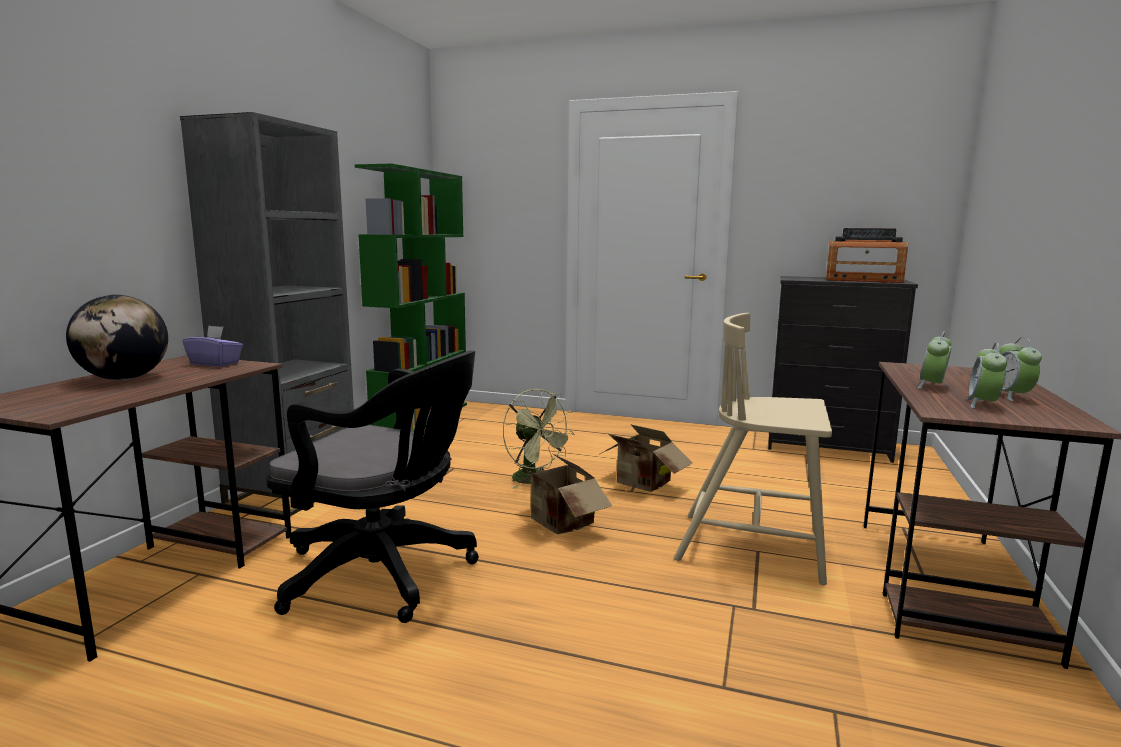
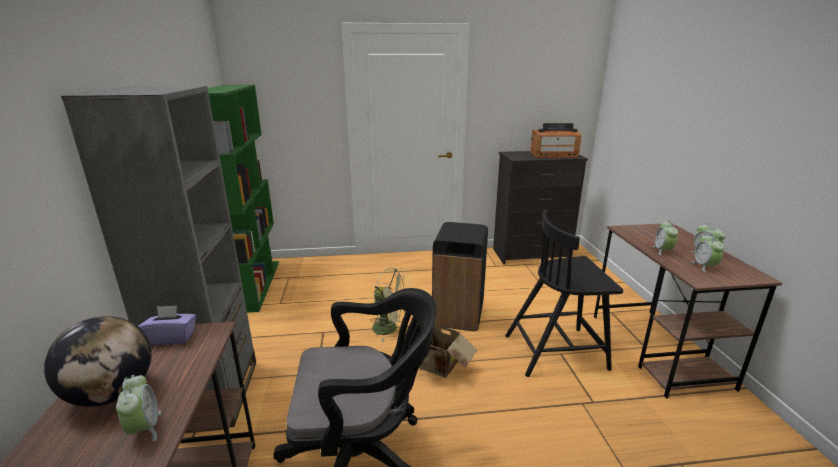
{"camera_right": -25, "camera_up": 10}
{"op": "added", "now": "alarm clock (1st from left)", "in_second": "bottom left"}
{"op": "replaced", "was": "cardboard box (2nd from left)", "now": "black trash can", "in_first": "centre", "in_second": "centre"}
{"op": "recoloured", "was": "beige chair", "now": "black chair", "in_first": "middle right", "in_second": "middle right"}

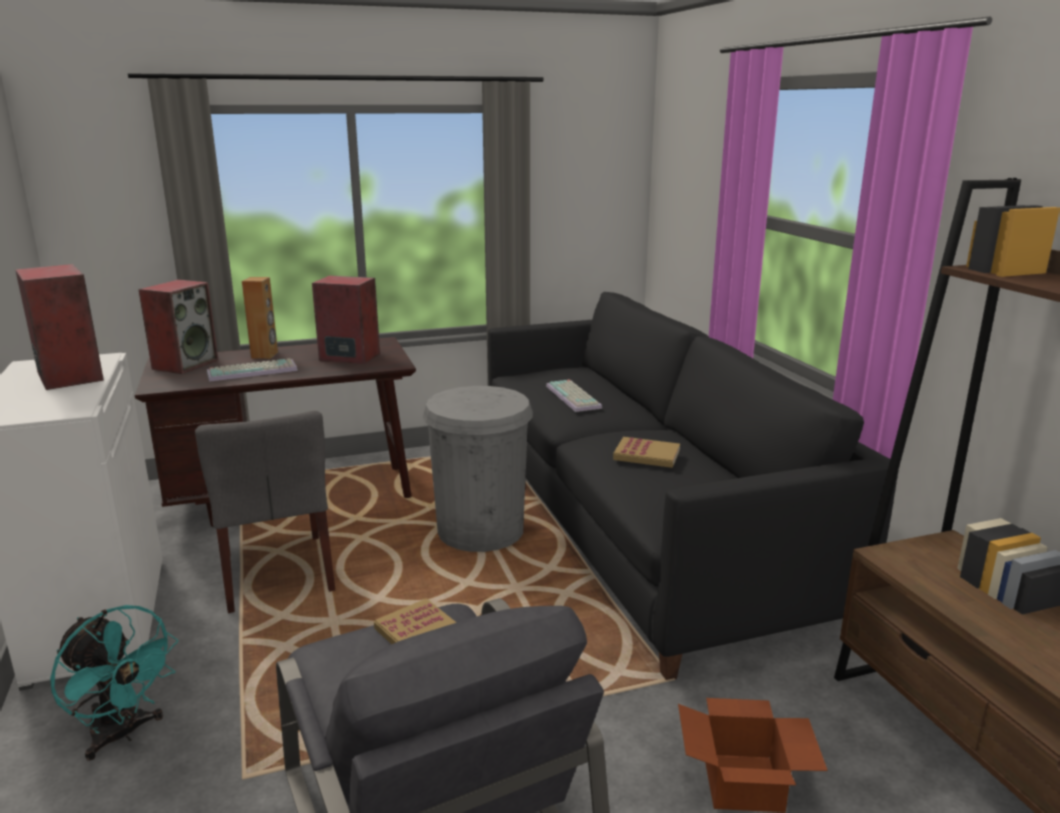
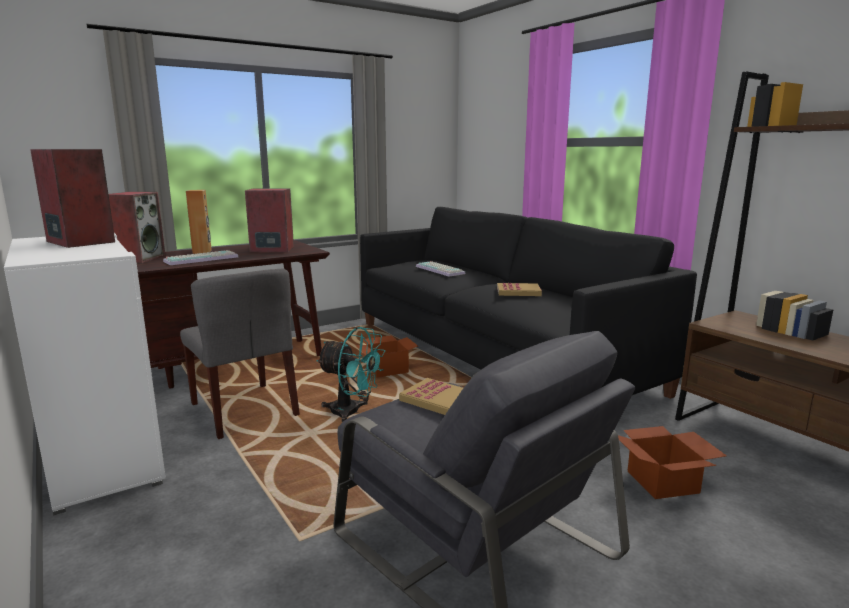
{"camera_right": -15, "camera_up": -5}
{"op": "moved", "was": "turquoise fan", "in_first": "bottom left", "in_second": "centre"}
{"op": "replaced", "was": "grey trash can", "now": "cardboard box (1st from left)", "in_first": "centre", "in_second": "centre"}

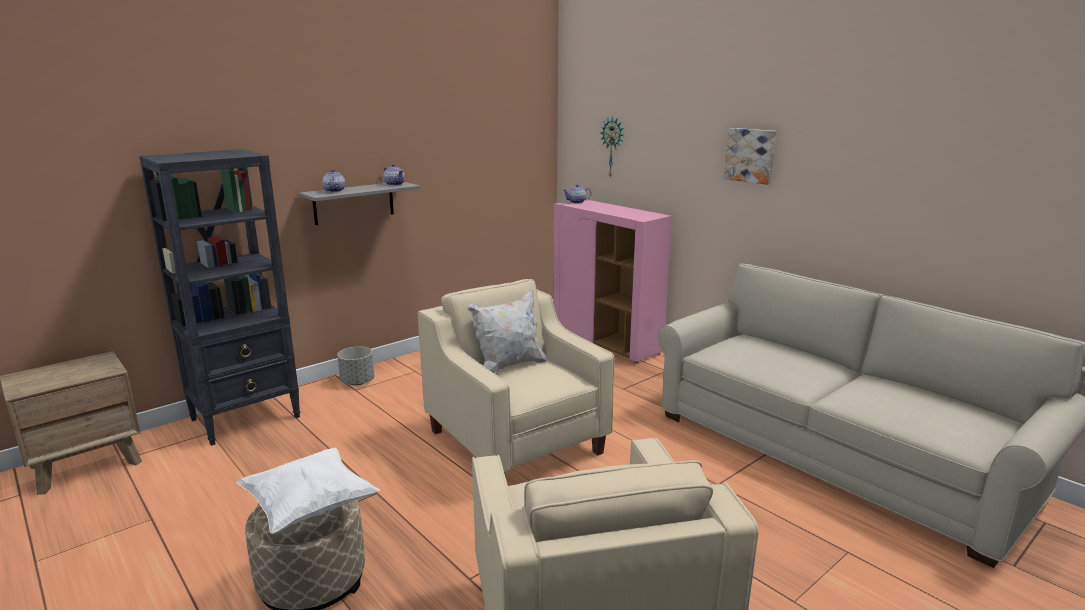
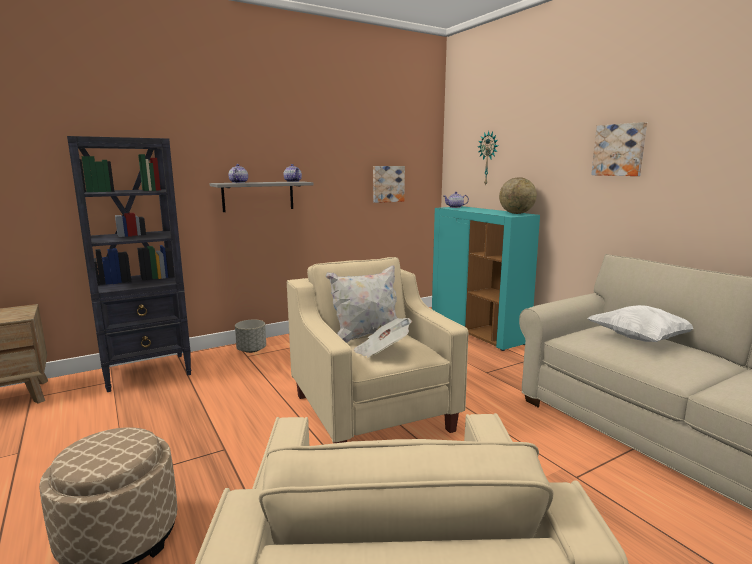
{"camera_right": 10, "camera_up": -5}
{"op": "added", "now": "newspaper", "in_second": "centre"}
{"op": "added", "now": "picture (1st from left)", "in_second": "top centre"}
{"op": "added", "now": "globe", "in_second": "middle right"}
{"op": "moved", "was": "white pillow (1st from left in the first image)", "now": "white pillow (2nd from left)", "in_first": "bottom left", "in_second": "middle right"}
{"op": "recoloured", "was": "pink cabinet", "now": "turquoise cabinet", "in_first": "centre", "in_second": "centre"}

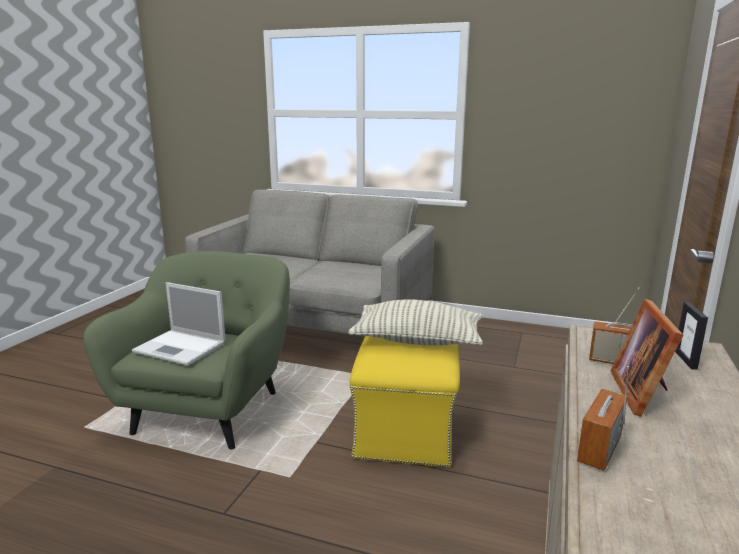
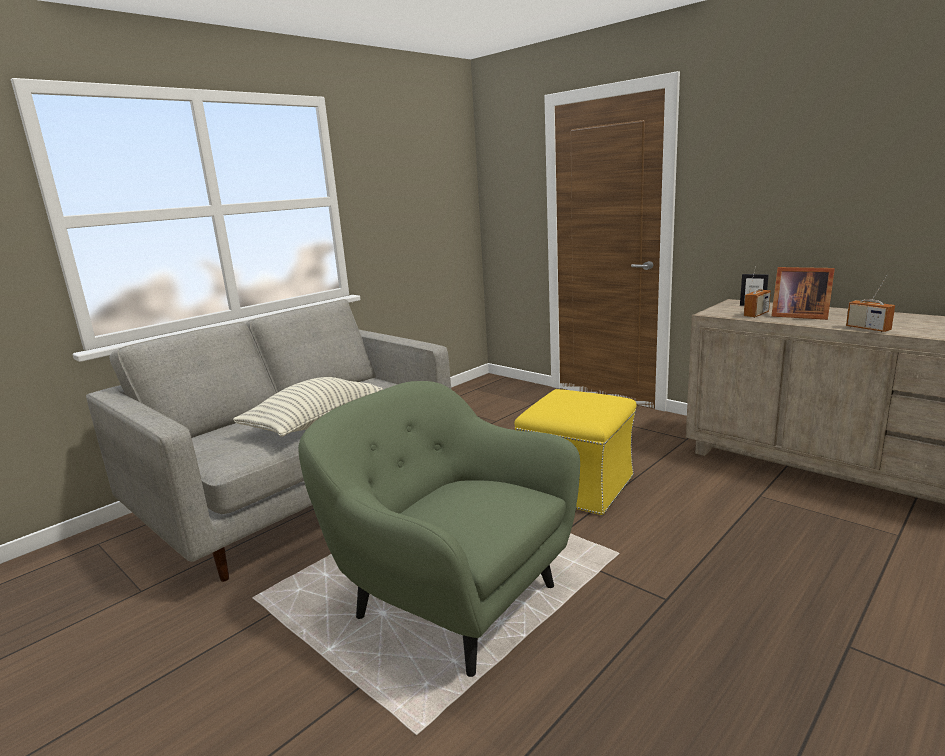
{"camera_right": -65, "camera_up": 0}
{"op": "removed", "was": "laptop", "in_first": "middle left"}
{"op": "moved", "was": "pillow", "in_first": "centre", "in_second": "middle left"}

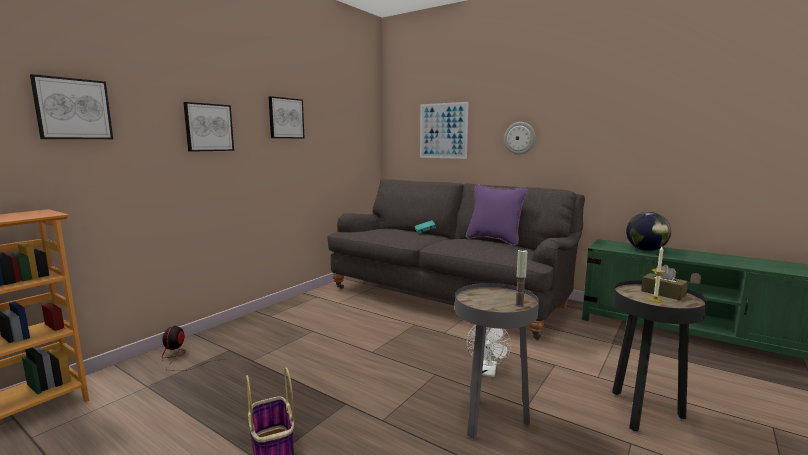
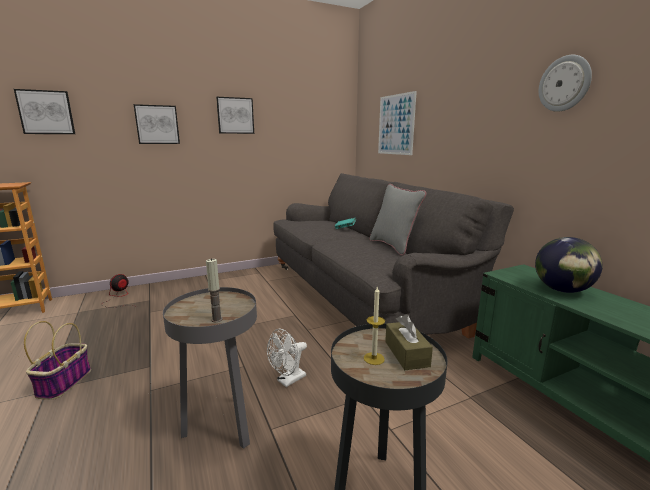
{"camera_right": 30, "camera_up": 5}
{"op": "moved", "was": "wall clock", "in_first": "top centre", "in_second": "top right"}
{"op": "recoloured", "was": "purple pillow", "now": "grey pillow", "in_first": "centre", "in_second": "centre"}

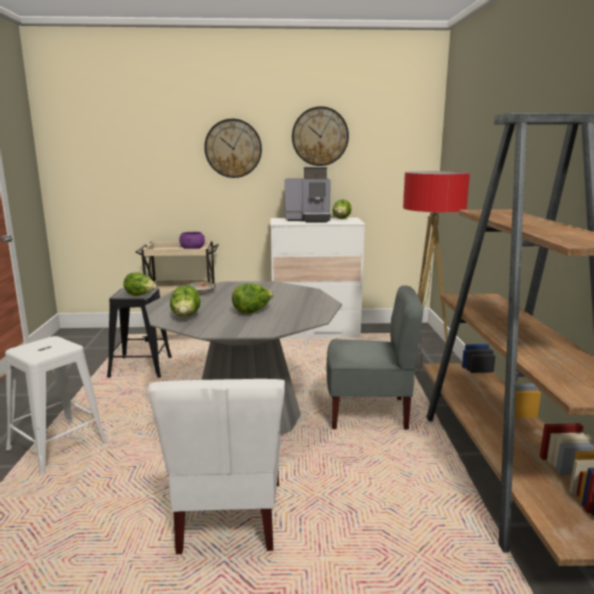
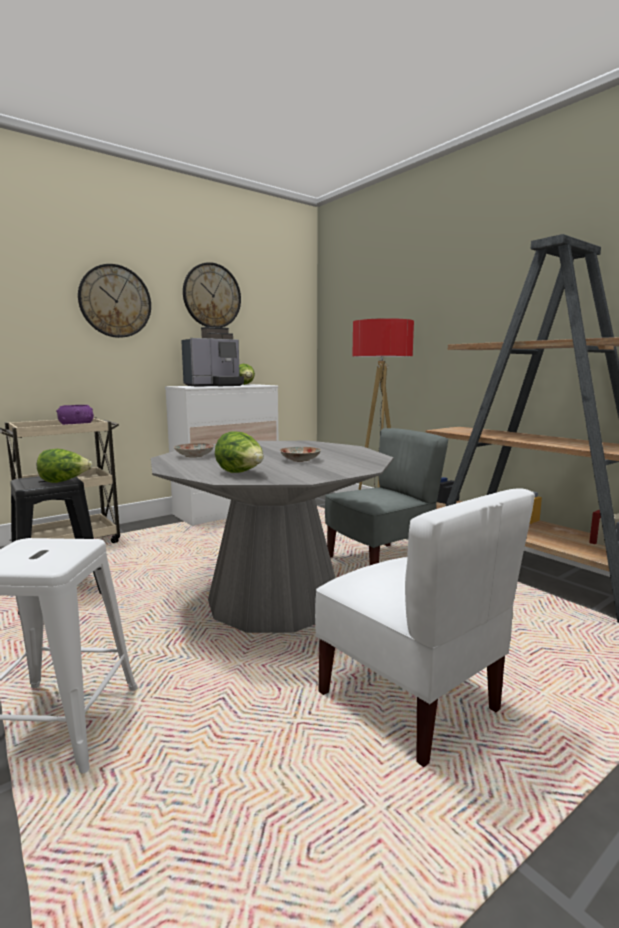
{"camera_right": -35, "camera_up": -5}
{"op": "replaced", "was": "lettuce (3rd from left)", "now": "plate (2nd from left)", "in_first": "centre", "in_second": "centre"}

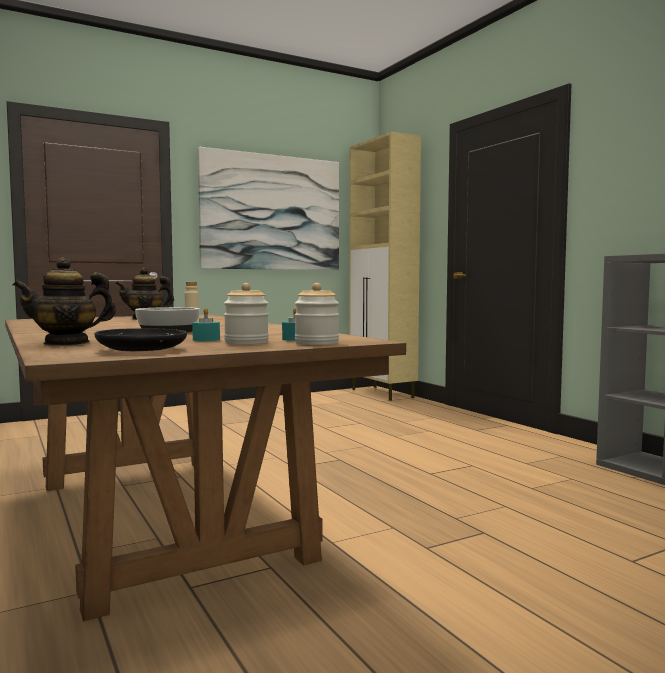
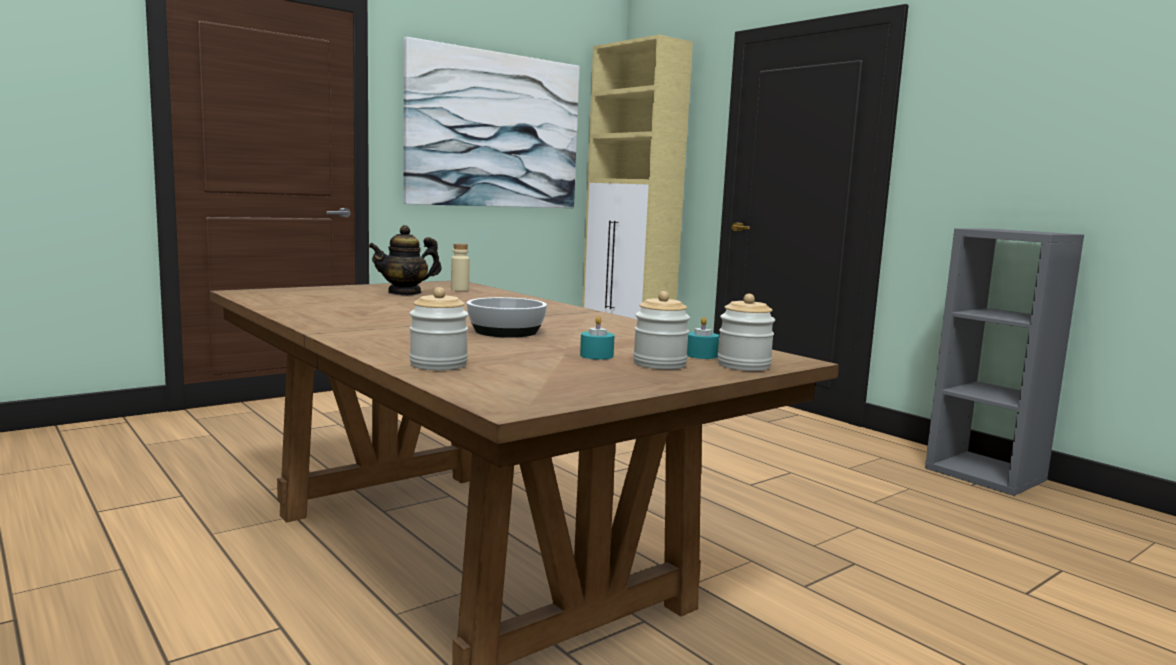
{"camera_right": -10, "camera_up": 5}
{"op": "removed", "was": "black plate", "in_first": "middle left"}
{"op": "replaced", "was": "teapot (1st from left)", "now": "jar (1st from left)", "in_first": "middle left", "in_second": "centre"}

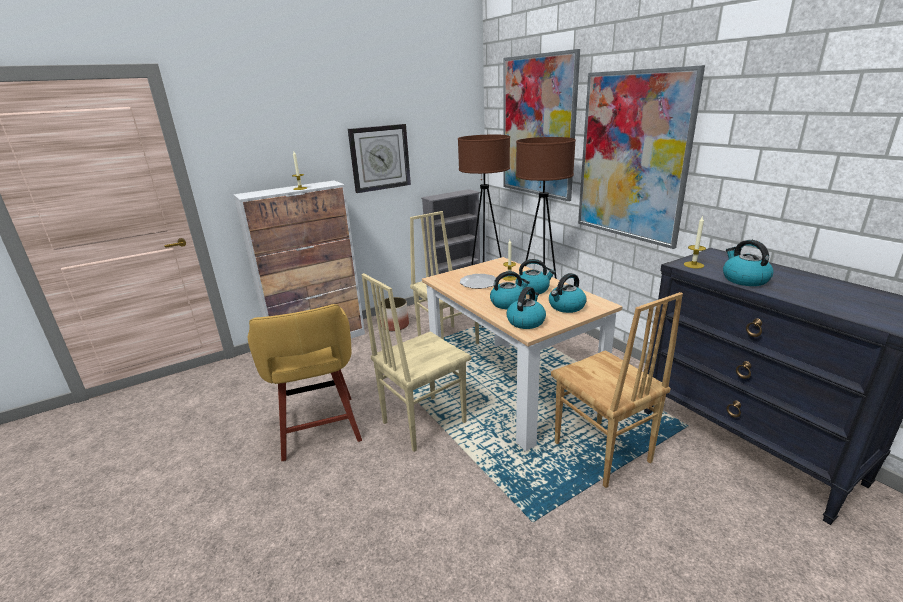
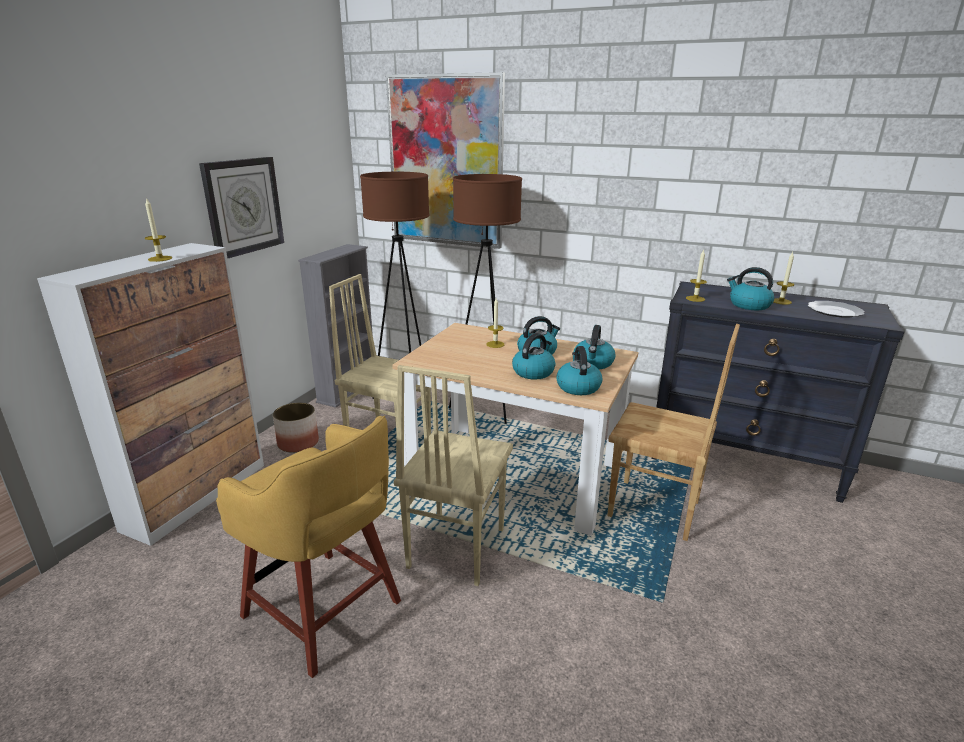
{"camera_right": -35, "camera_up": 0}
{"op": "removed", "was": "picture (2nd from left)", "in_first": "top right"}
{"op": "added", "now": "candle (4th from left)", "in_second": "middle right"}
{"op": "moved", "was": "plate", "in_first": "centre", "in_second": "middle right"}

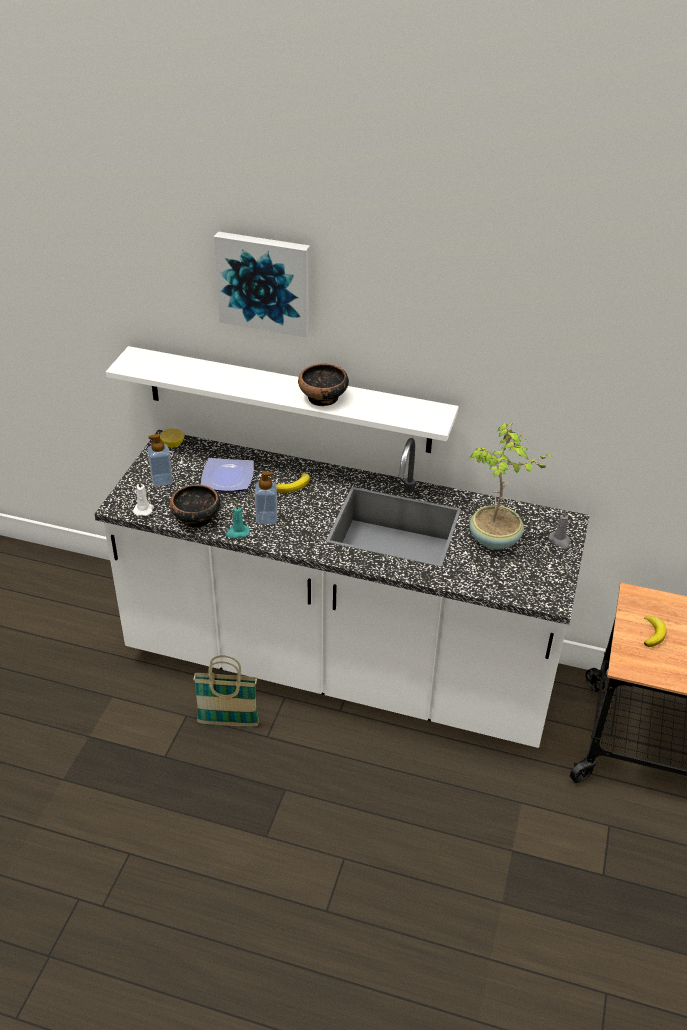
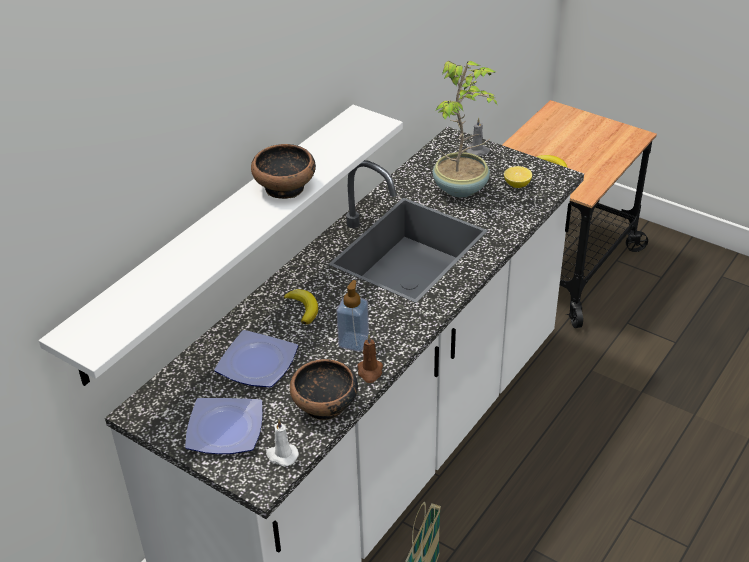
{"camera_right": -70, "camera_up": 0}
{"op": "removed", "was": "picture", "in_first": "top centre"}
{"op": "moved", "was": "lemon", "in_first": "middle left", "in_second": "top right"}
{"op": "replaced", "was": "soap dispenser (1st from left)", "now": "plate (1st from left)", "in_first": "middle left", "in_second": "bottom left"}
{"op": "recoloured", "was": "turquoise candle", "now": "brown candle", "in_first": "centre", "in_second": "centre"}

